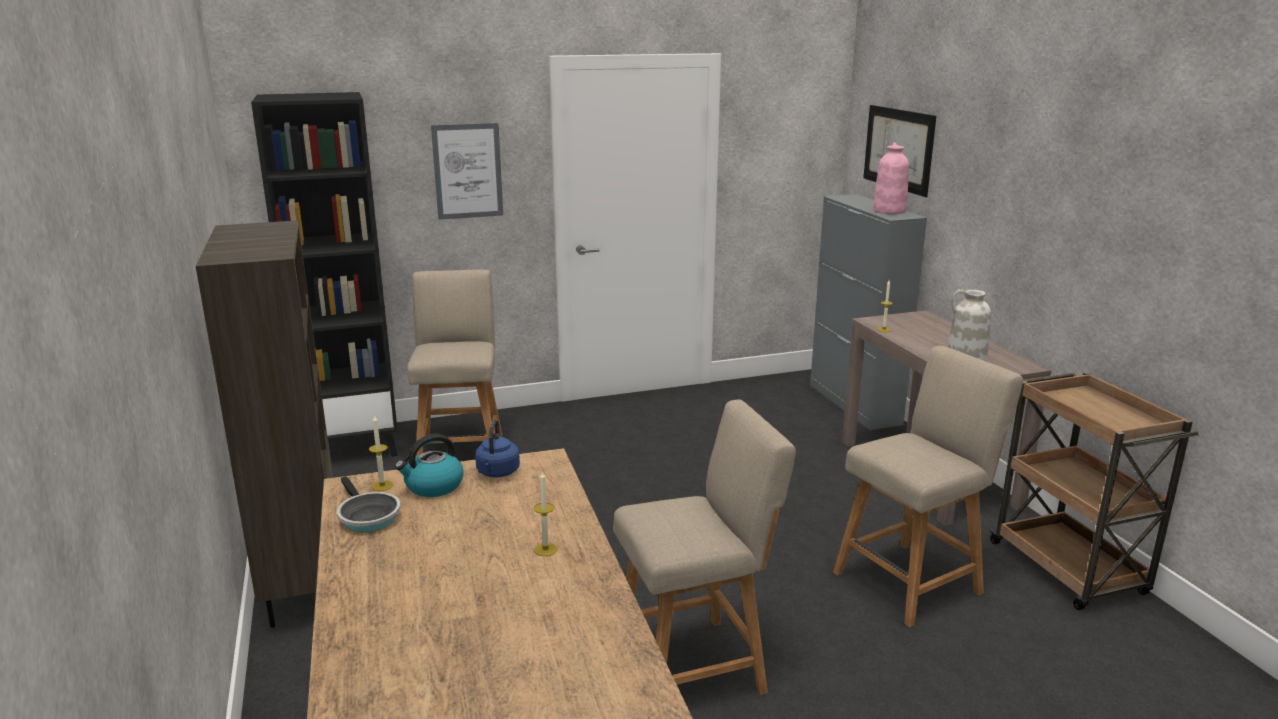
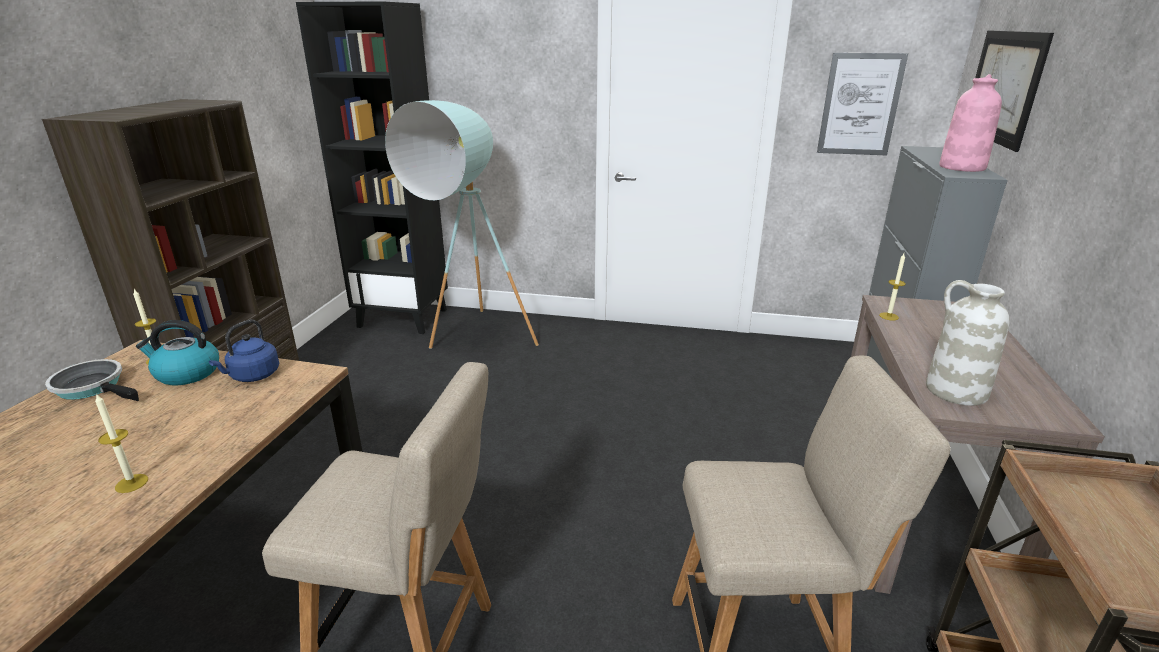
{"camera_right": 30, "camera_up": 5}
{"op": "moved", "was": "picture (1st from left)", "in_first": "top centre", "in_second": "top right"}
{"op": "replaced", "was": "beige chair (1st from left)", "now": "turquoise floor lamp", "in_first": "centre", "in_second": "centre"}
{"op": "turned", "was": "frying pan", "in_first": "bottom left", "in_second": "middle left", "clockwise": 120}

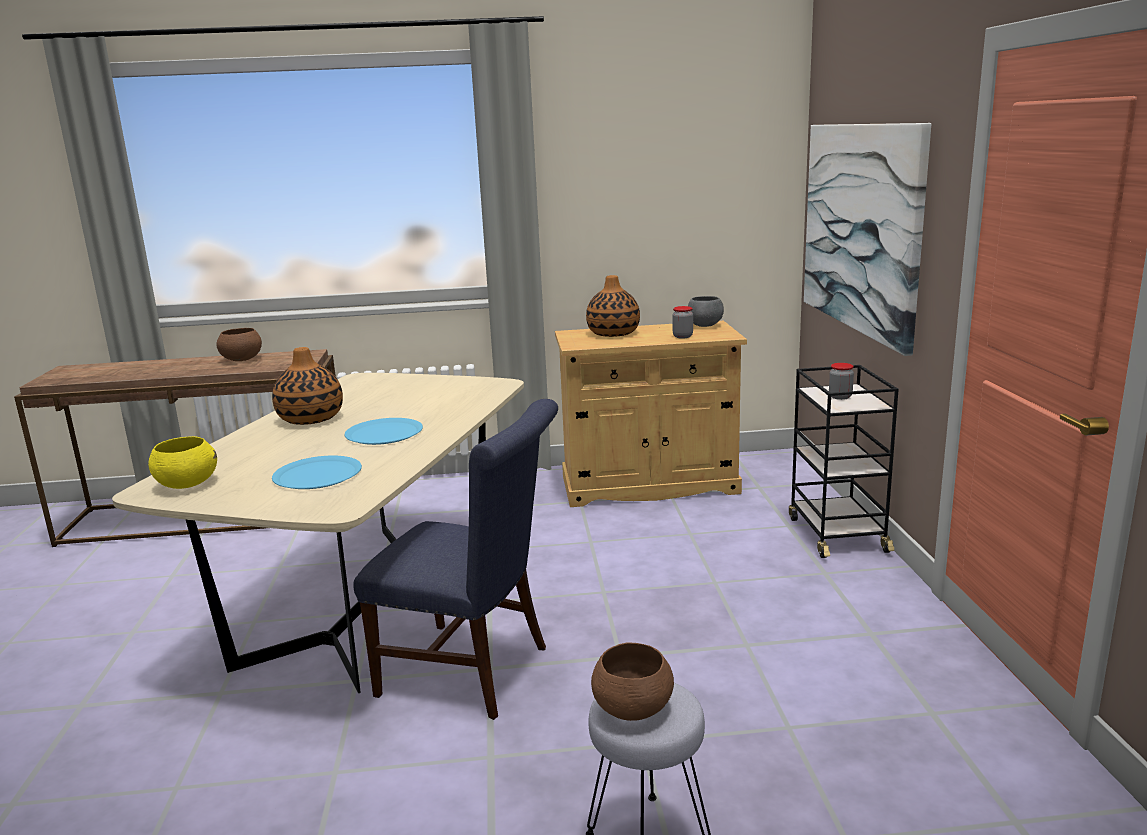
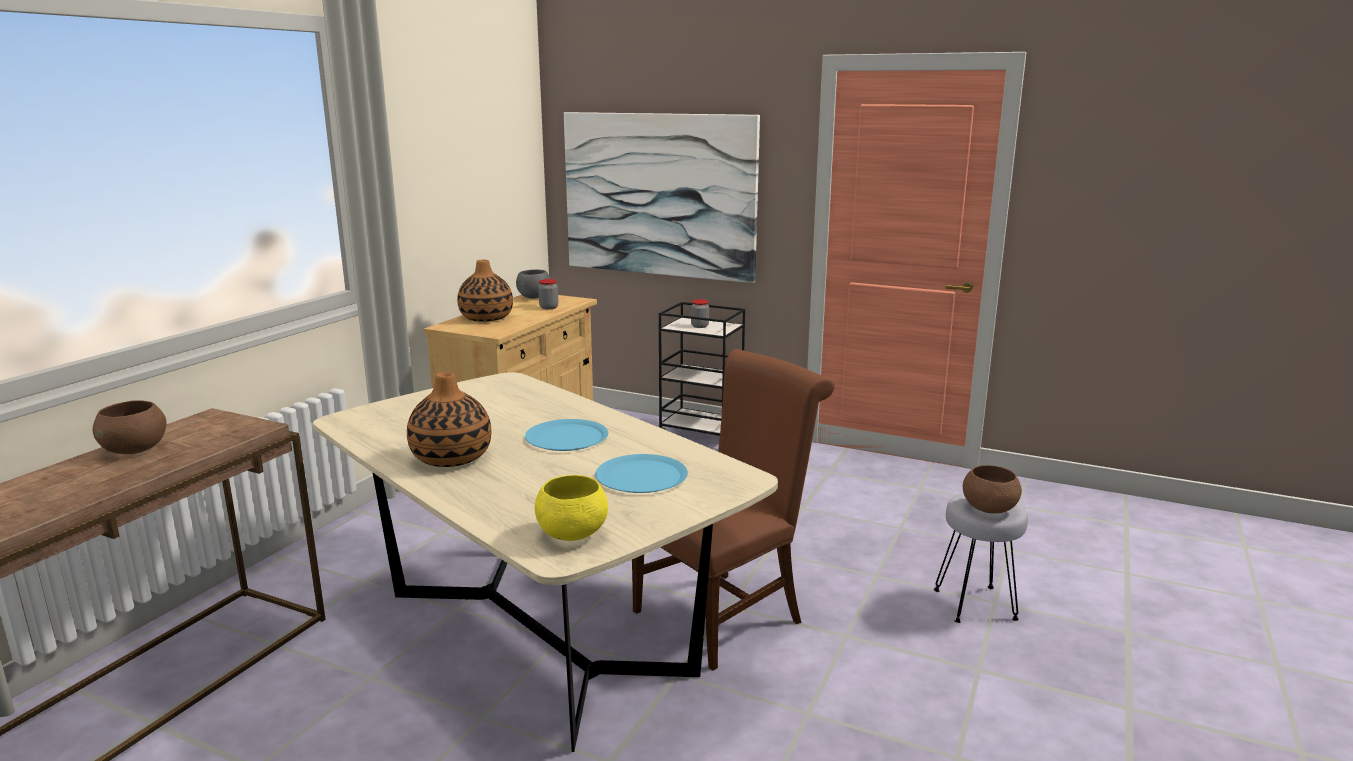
{"camera_right": -60, "camera_up": 0}
{"op": "recoloured", "was": "blue chair", "now": "brown chair", "in_first": "bottom centre", "in_second": "bottom centre"}

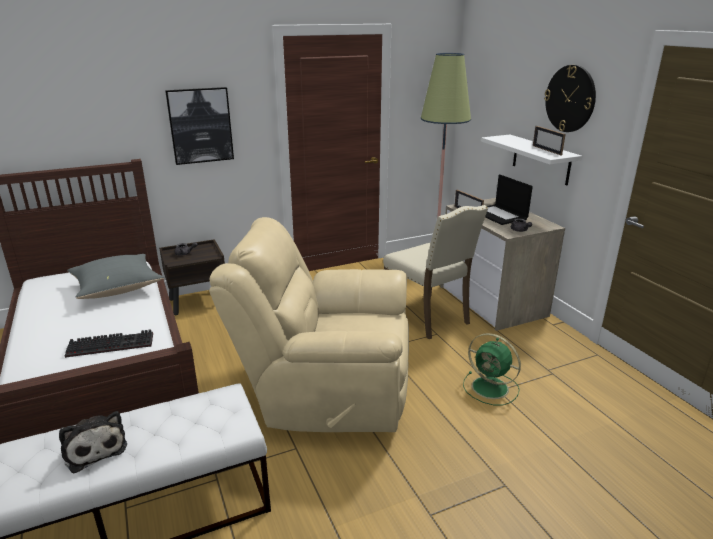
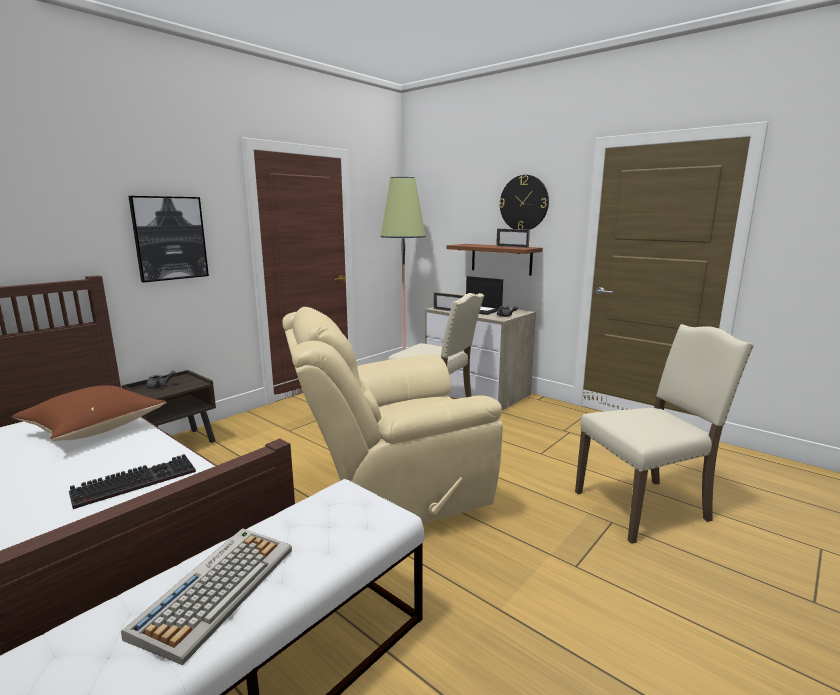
{"camera_right": -25, "camera_up": -10}
{"op": "removed", "was": "green fan", "in_first": "bottom right"}
{"op": "added", "now": "beige chair (2nd from left)", "in_second": "middle right"}
{"op": "replaced", "was": "plush toy", "now": "keyboard (2nd from left)", "in_first": "bottom left", "in_second": "bottom left"}
{"op": "recoloured", "was": "grey pillow", "now": "brown pillow", "in_first": "middle left", "in_second": "middle left"}
{"op": "recoloured", "was": "white shelf", "now": "brown shelf", "in_first": "top right", "in_second": "centre"}

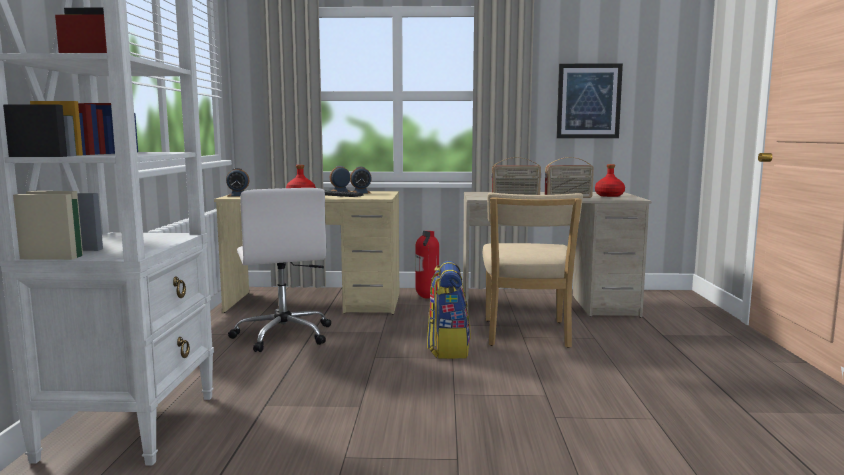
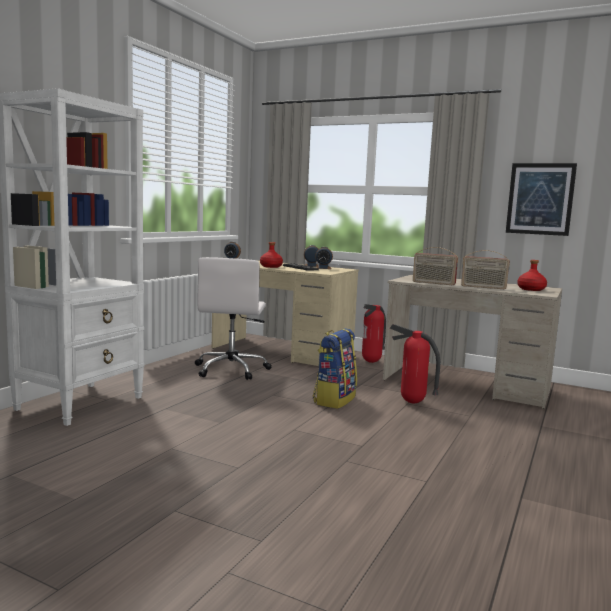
{"camera_right": 25, "camera_up": 0}
{"op": "replaced", "was": "beige chair", "now": "fire extinguisher (2nd from left)", "in_first": "centre", "in_second": "middle right"}

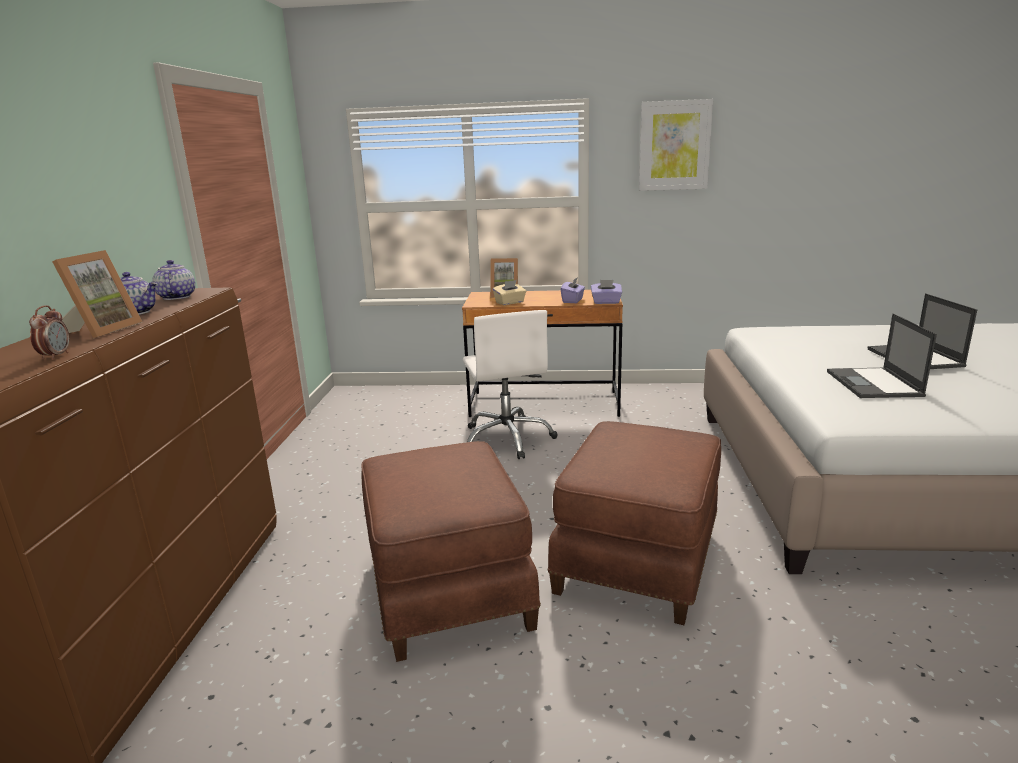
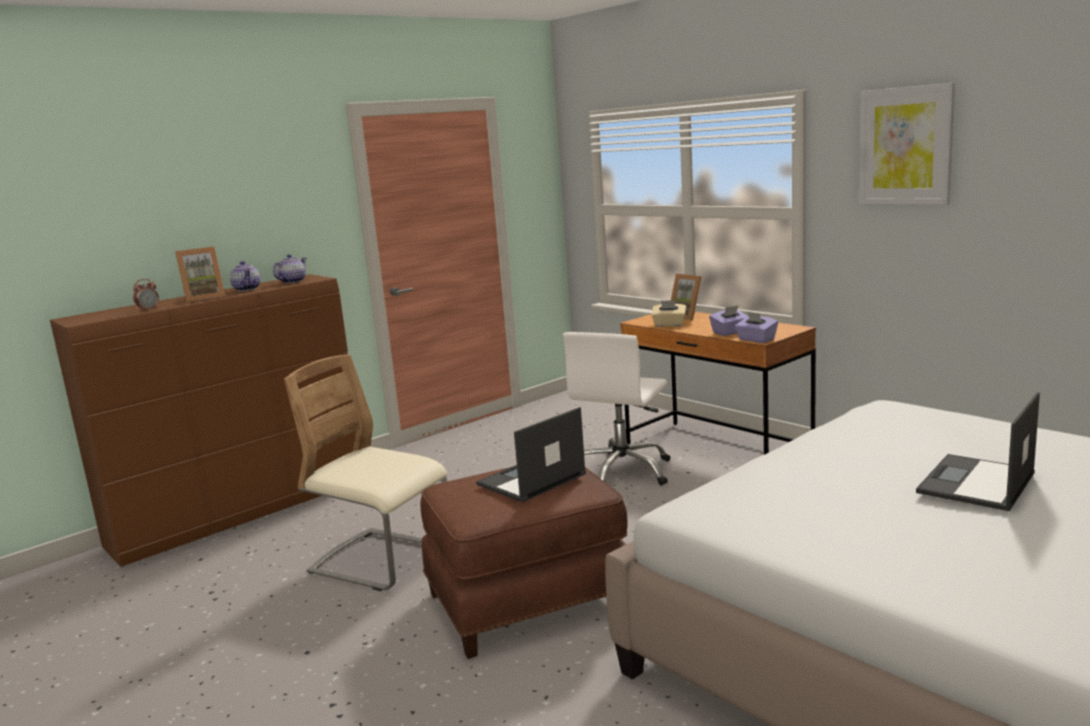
{"camera_right": 45, "camera_up": -5}
{"op": "moved", "was": "laptop (1st from left)", "in_first": "middle right", "in_second": "centre"}
{"op": "replaced", "was": "brown ottoman (1st from left)", "now": "beige chair", "in_first": "bottom centre", "in_second": "centre"}

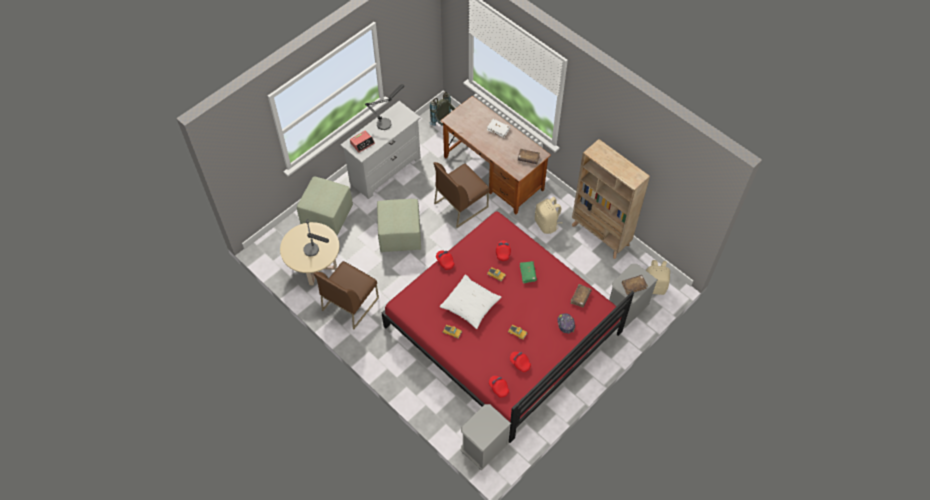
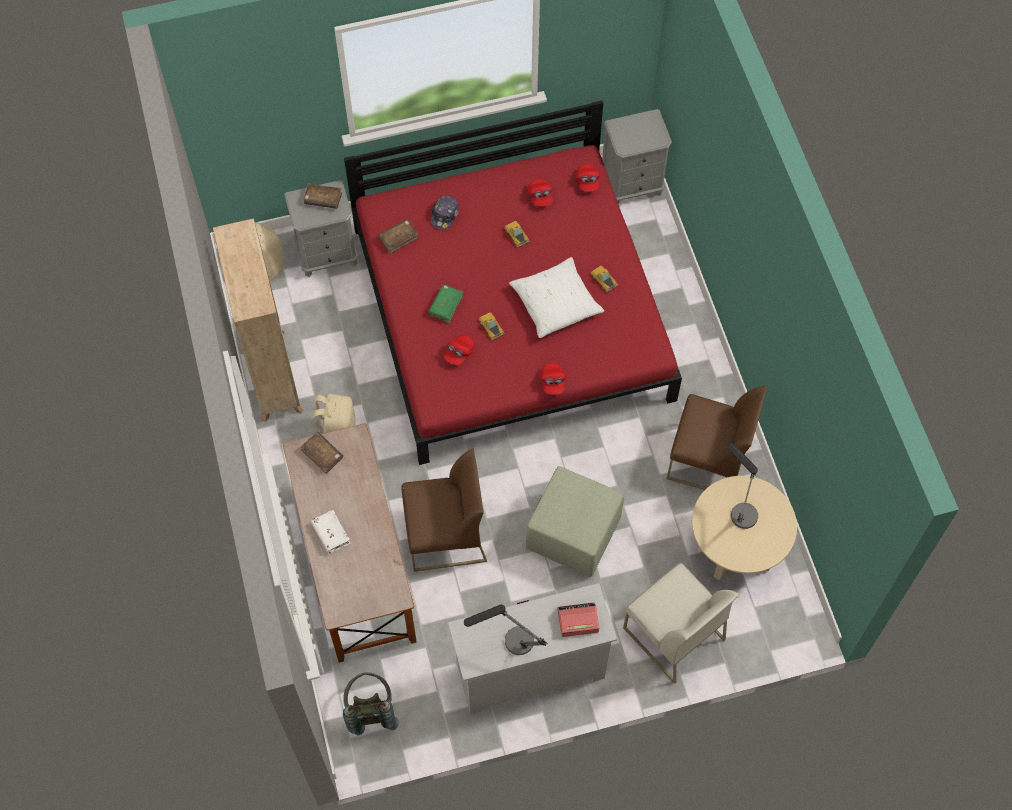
{"camera_right": -150, "camera_up": 5}
{"op": "replaced", "was": "green ottoman (1st from left)", "now": "white chair", "in_first": "centre", "in_second": "bottom right"}
{"op": "turned", "was": "brown chair (1st from left in the first image)", "in_first": "centre", "in_second": "middle right", "clockwise": 45}

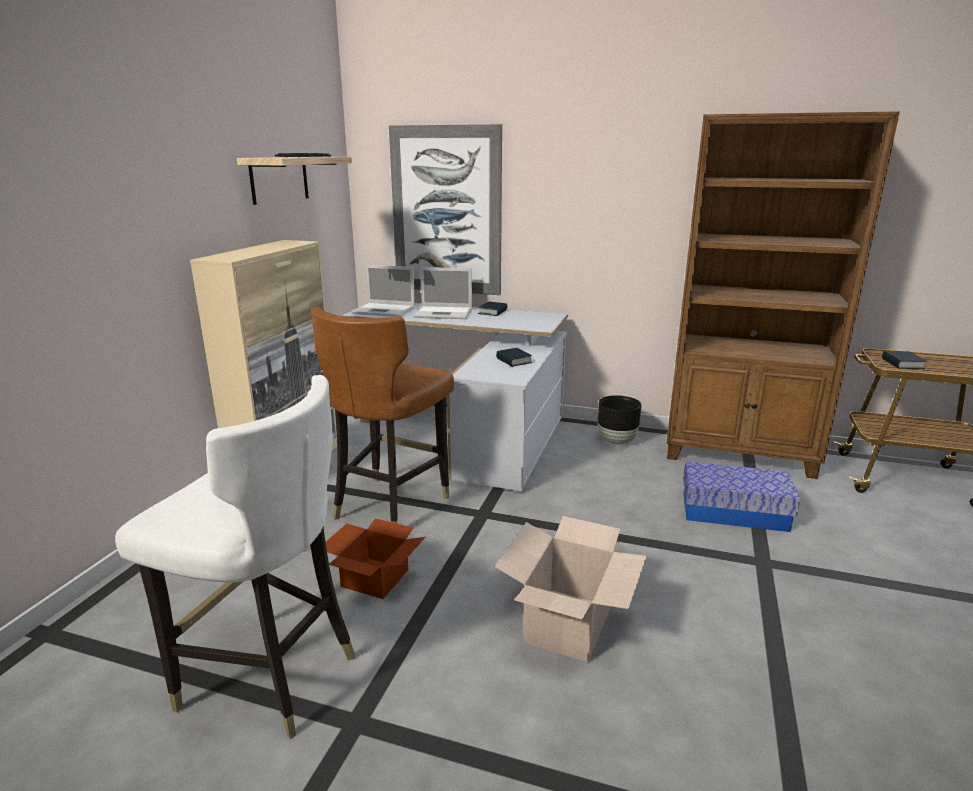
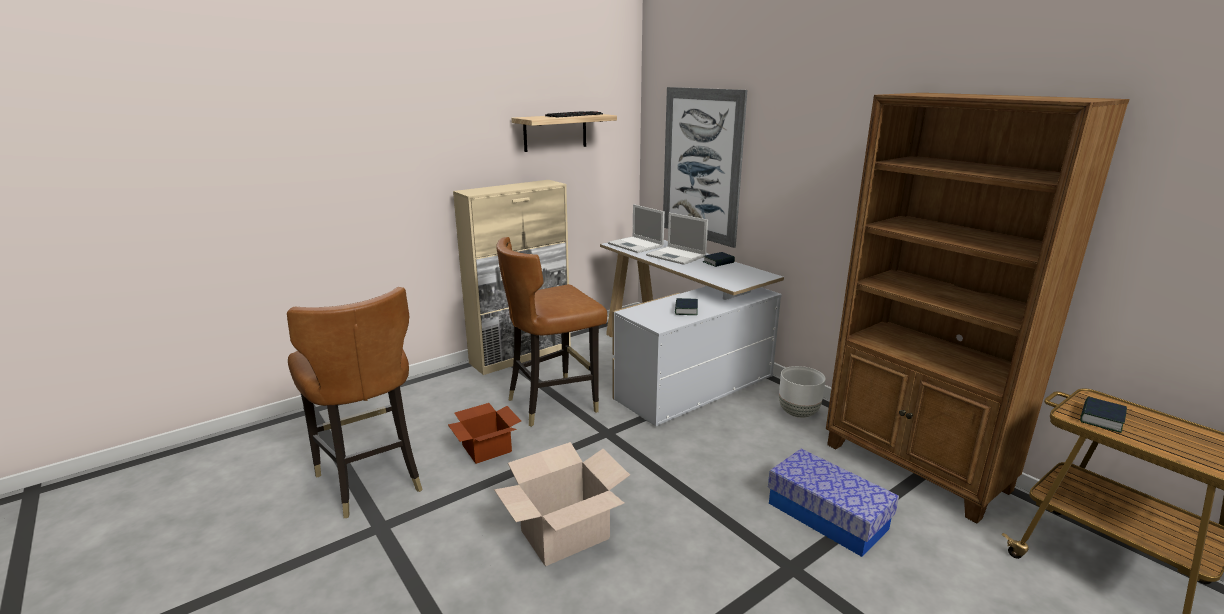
{"camera_right": 35, "camera_up": 0}
{"op": "recoloured", "was": "white chair", "now": "brown chair (1st from left)", "in_first": "bottom left", "in_second": "middle left"}
{"op": "recoloured", "was": "black planter", "now": "white planter", "in_first": "centre", "in_second": "centre"}

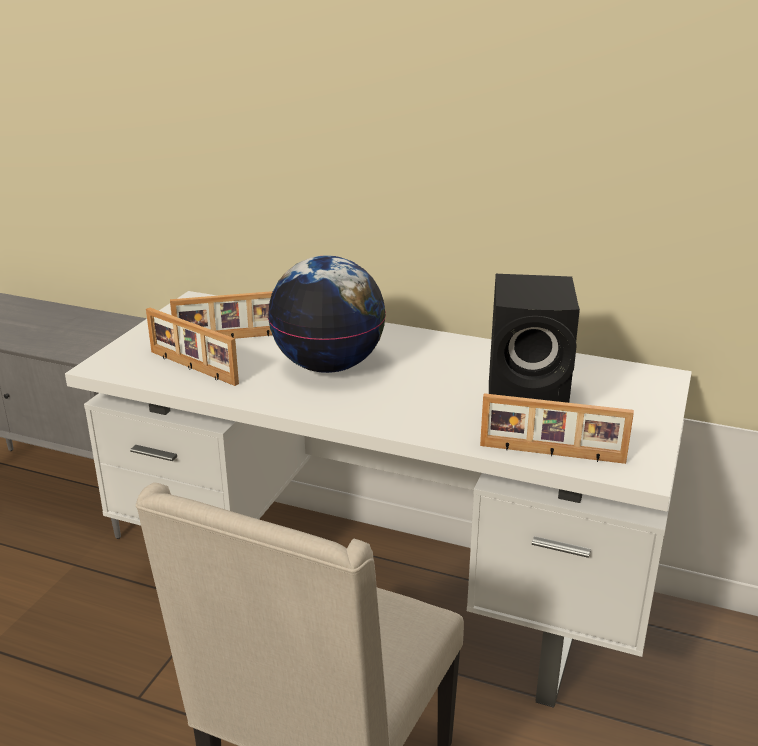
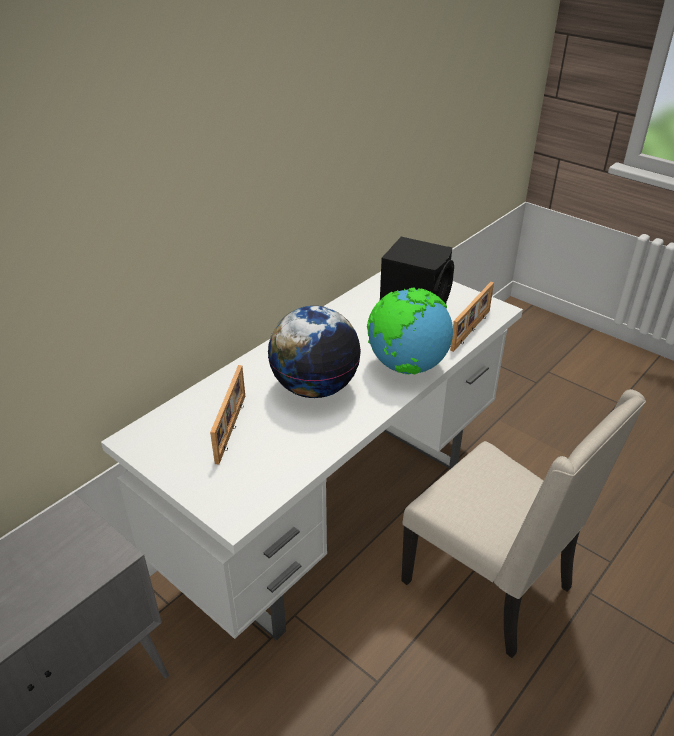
{"camera_right": -70, "camera_up": 10}
{"op": "removed", "was": "picture frame (1st from left)", "in_first": "middle left"}
{"op": "added", "now": "globe (2nd from left)", "in_second": "centre"}

